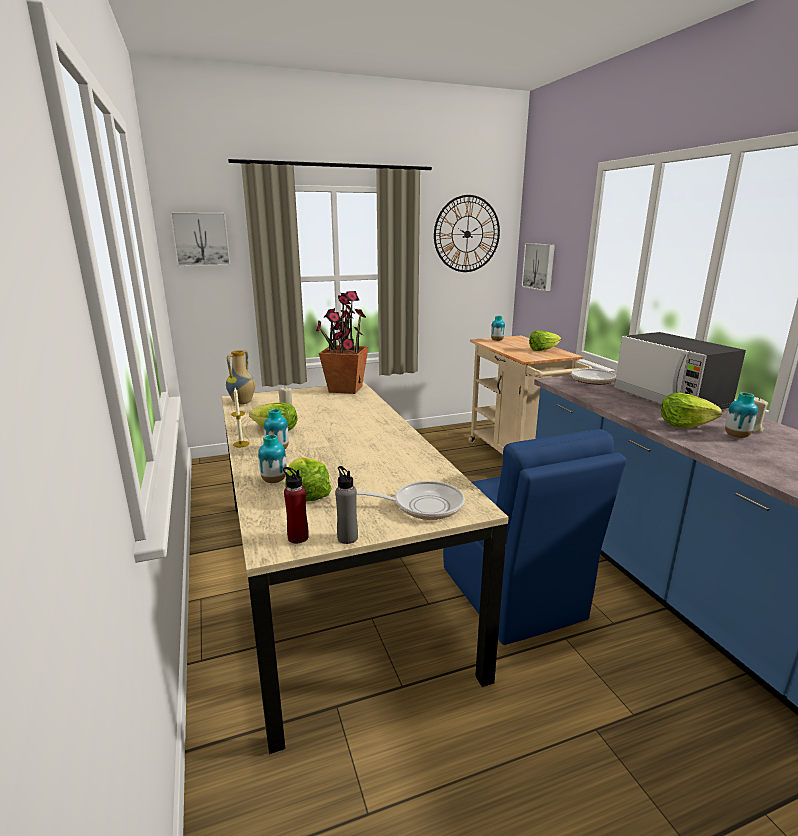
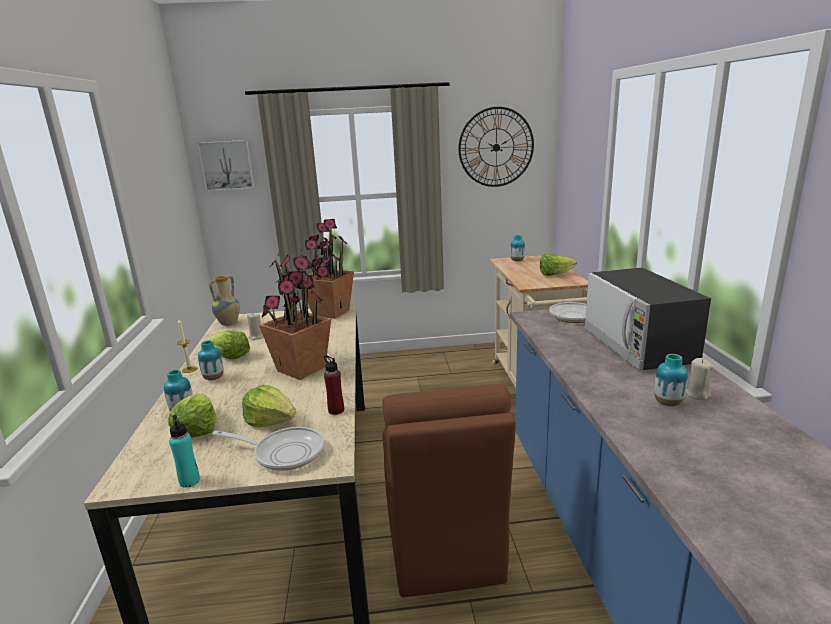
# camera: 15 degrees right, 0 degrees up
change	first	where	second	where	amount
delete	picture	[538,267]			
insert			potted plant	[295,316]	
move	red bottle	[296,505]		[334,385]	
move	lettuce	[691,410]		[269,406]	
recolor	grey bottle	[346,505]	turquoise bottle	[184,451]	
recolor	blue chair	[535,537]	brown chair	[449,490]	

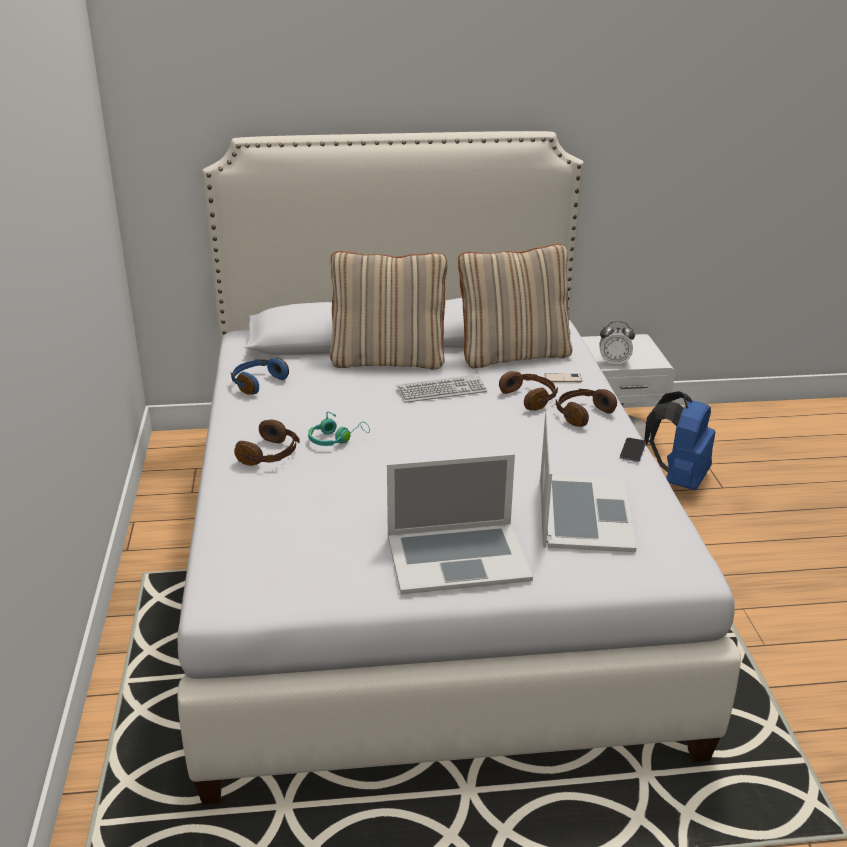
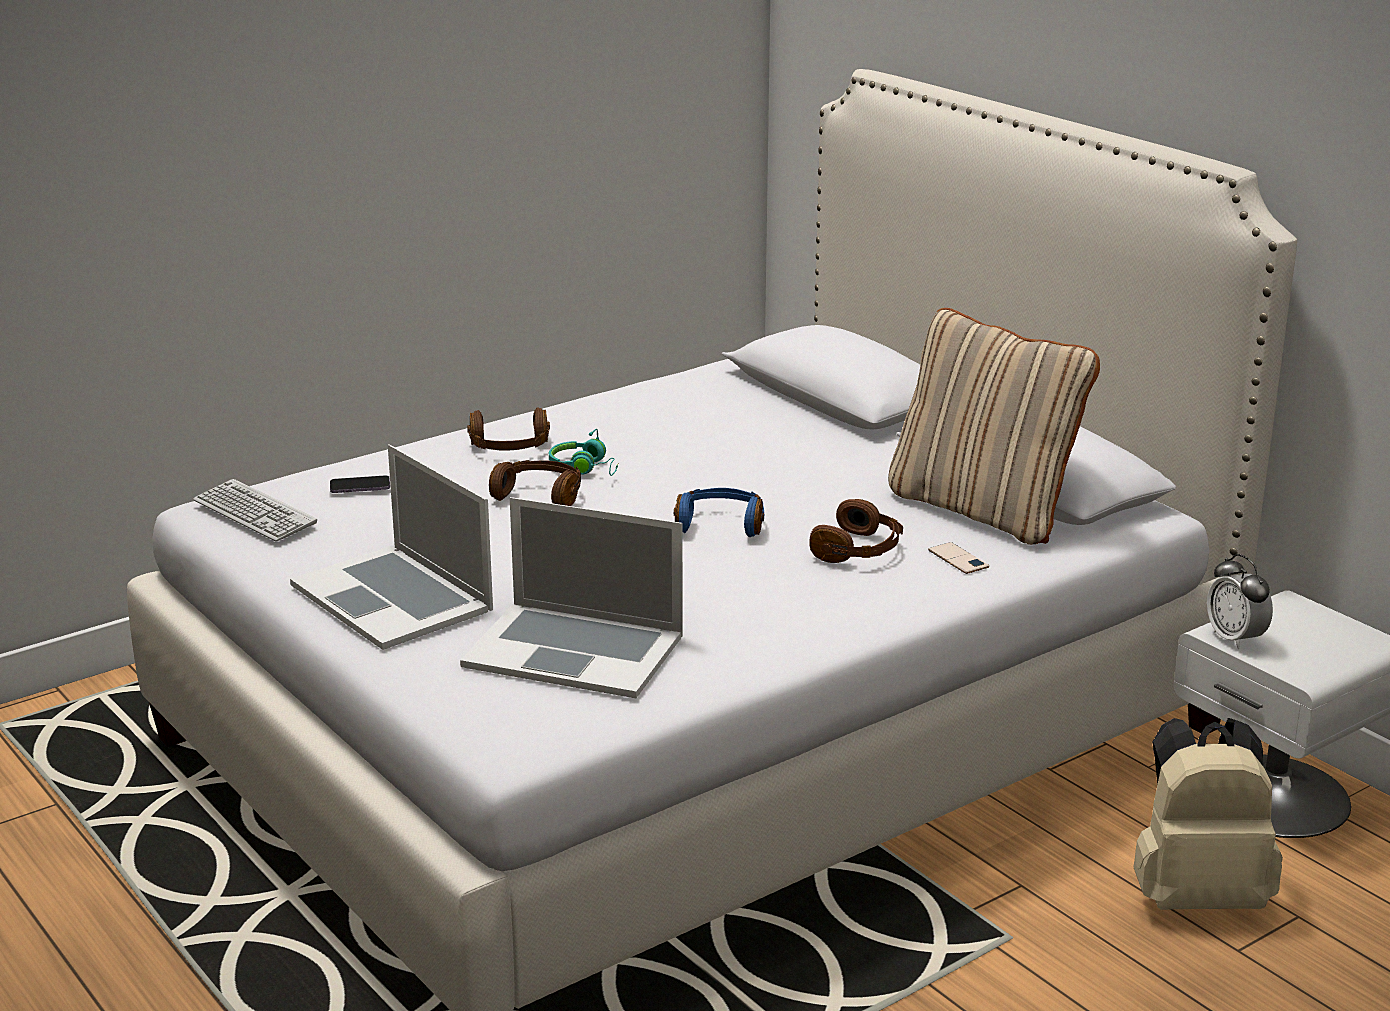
# camera: 60 degrees right, 5 degrees down
change	first	where	second	where	amount
delete	beige pillow	[388,310]			
move	blue headphones	[260,376]		[719,512]	
move	keyboard	[442,388]		[255,510]	
move	brown headphones	[586,408]		[535,483]	
move	phone	[633,450]		[360,484]	
recolor	blue backpack	[679,440]	beige backpack	[1208,814]	
rotate	laptop	[588,481]		[571,597]	45 degrees clockwise

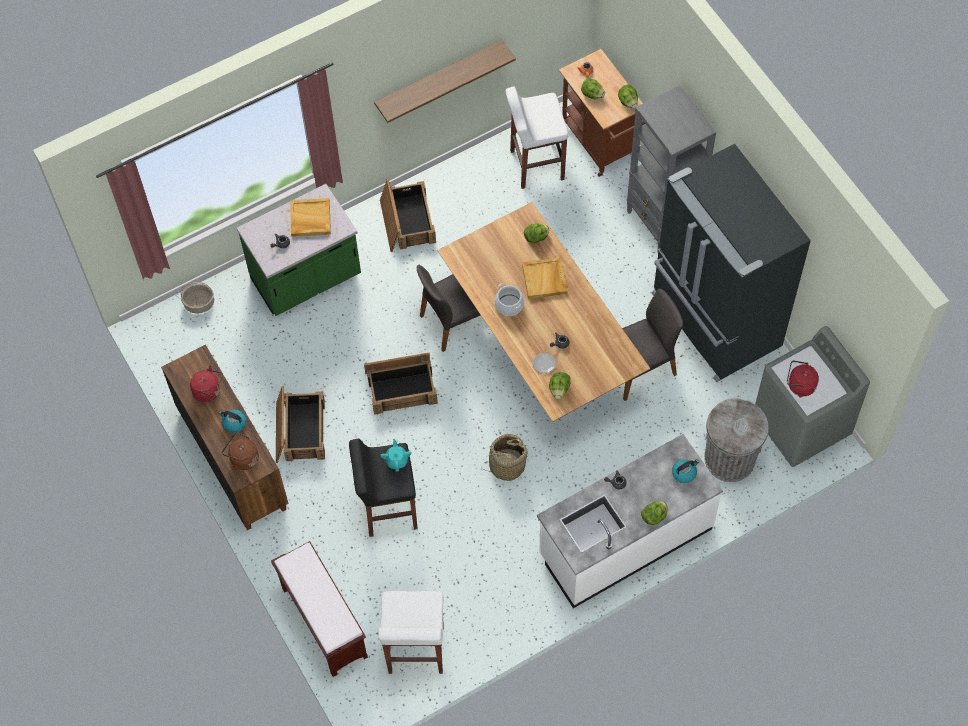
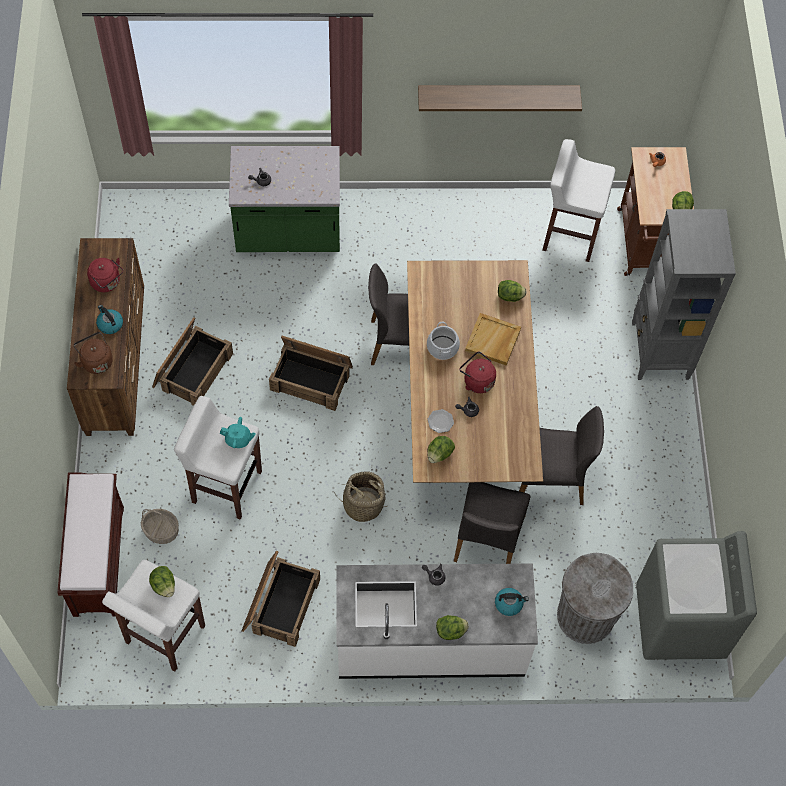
# camera: 25 degrees right, 0 degrees up
change	first	where	second	where	amount
delete	beige tray	[310,217]			
delete	black fridge	[731,263]			
insert			grey chair	[492,523]	
move	basket	[197,298]		[160,526]	
move	crate	[408,215]		[280,598]	
move	lettuce	[593,88]		[162,581]	
move	red kettle	[803,379]		[477,372]	
recolor	black stool	[383,487]	white stool	[218,458]	
rotate	turquoise teapot	[396,455]		[238,432]	75 degrees clockwise

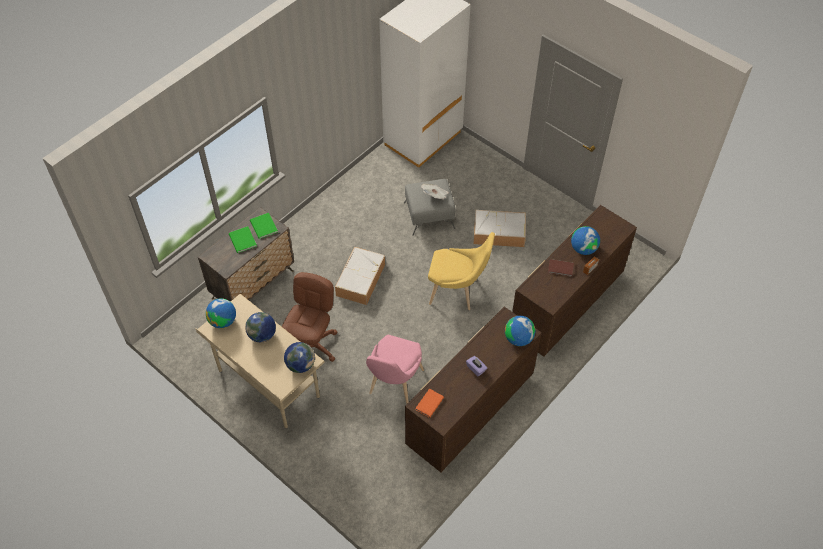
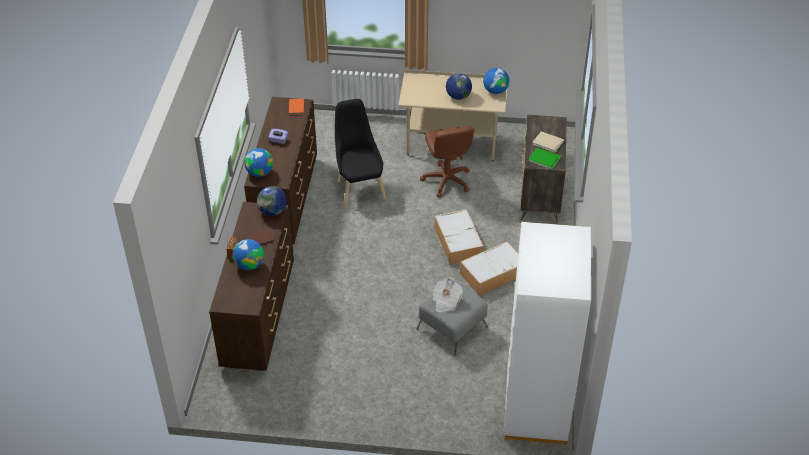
# camera: 145 degrees right, 10 degrees down
change	first	where	second	where	amount
delete	yellow chair	[461,271]			
move	globe	[299,357]		[272,201]	
move	storage box	[499,228]		[489,268]	
recolor	green book	[243,239]	beige book	[548,142]	
recolor	pink chair	[395,370]	black chair	[360,153]	

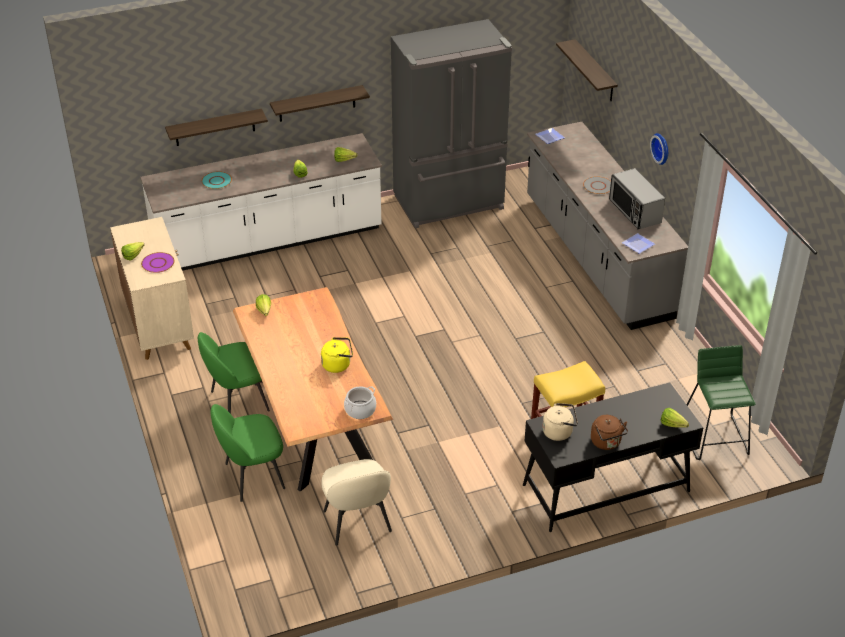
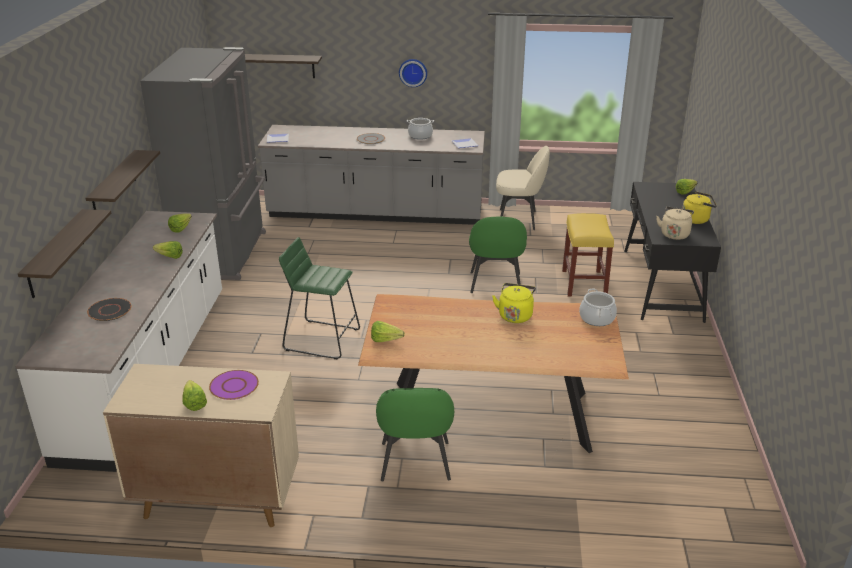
# camera: 65 degrees left, 10 degrees down
change	first	where	second	where	amount
move	green chair	[248,453]		[498,255]	
move	beige chair	[356,502]		[523,188]	
move	green stool	[720,402]		[319,298]	
replace	microwave	[637,198]	cooking pot	[420,129]	
recolor	turquoise plate	[216,180]	black plate	[109,309]	
recolor	brown kettle	[609,432]	yellow kettle	[699,208]	

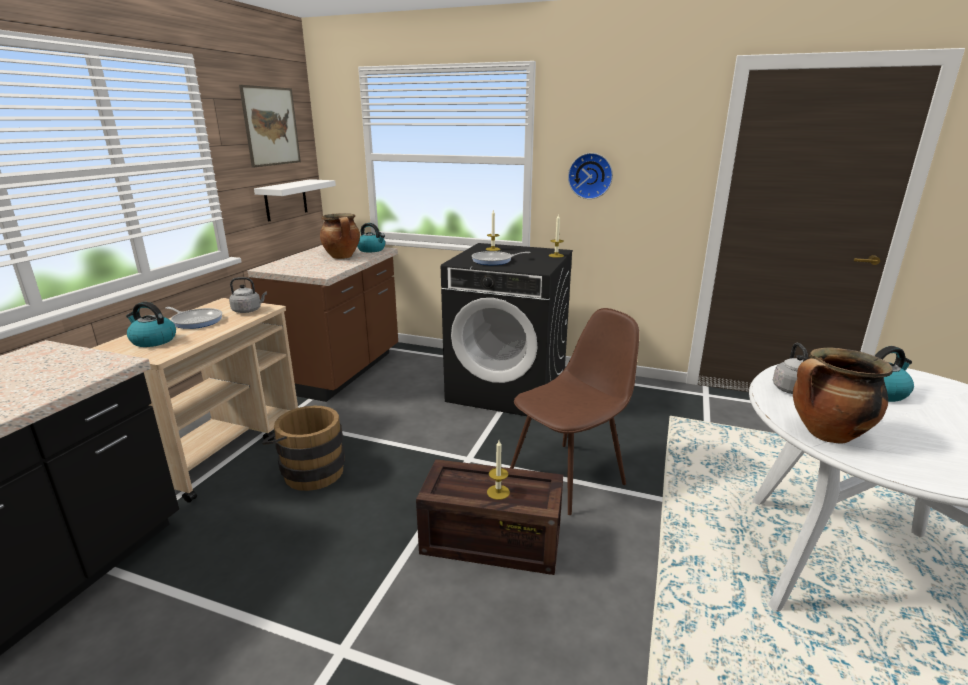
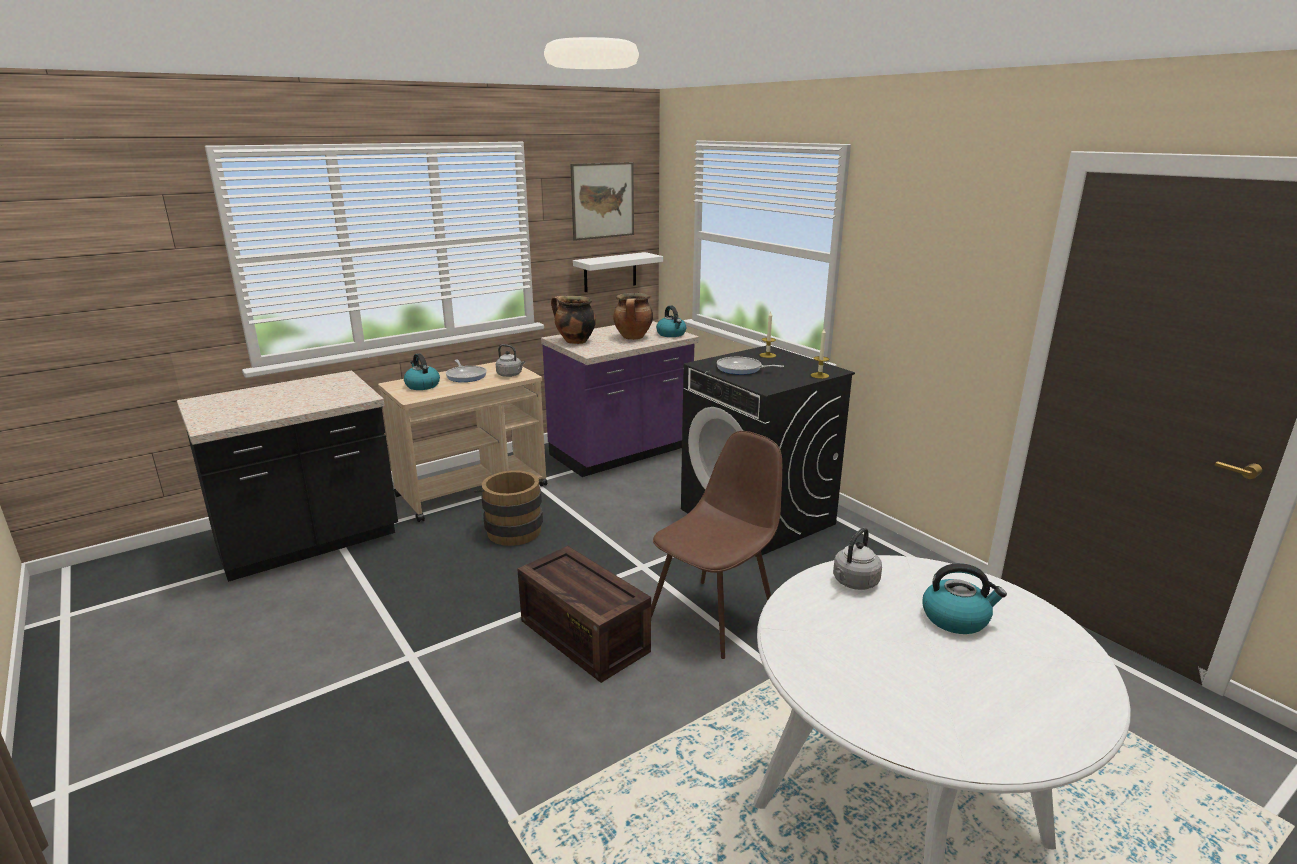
# camera: 35 degrees right, 0 degrees up
change	first	where	second	where	amount
delete	candle	[498,470]			
delete	wall clock	[590,176]			
move	cooking pot	[843,396]		[573,320]	
recolor	brown counter	[323,323]	purple counter	[620,399]	
rotate	brown chair	[574,411]		[716,545]	45 degrees counterclockwise

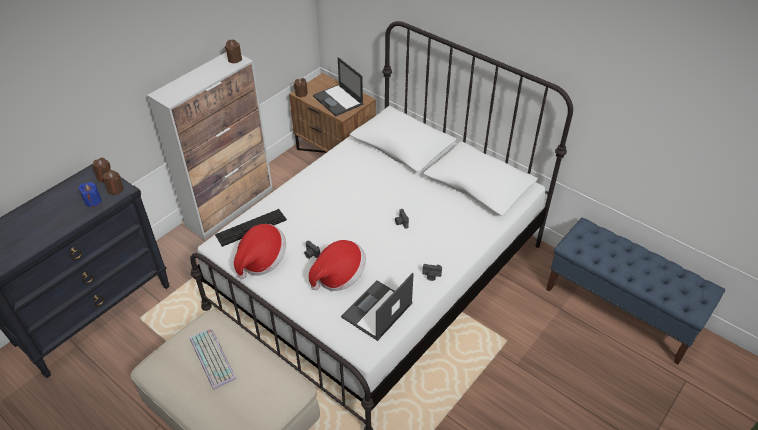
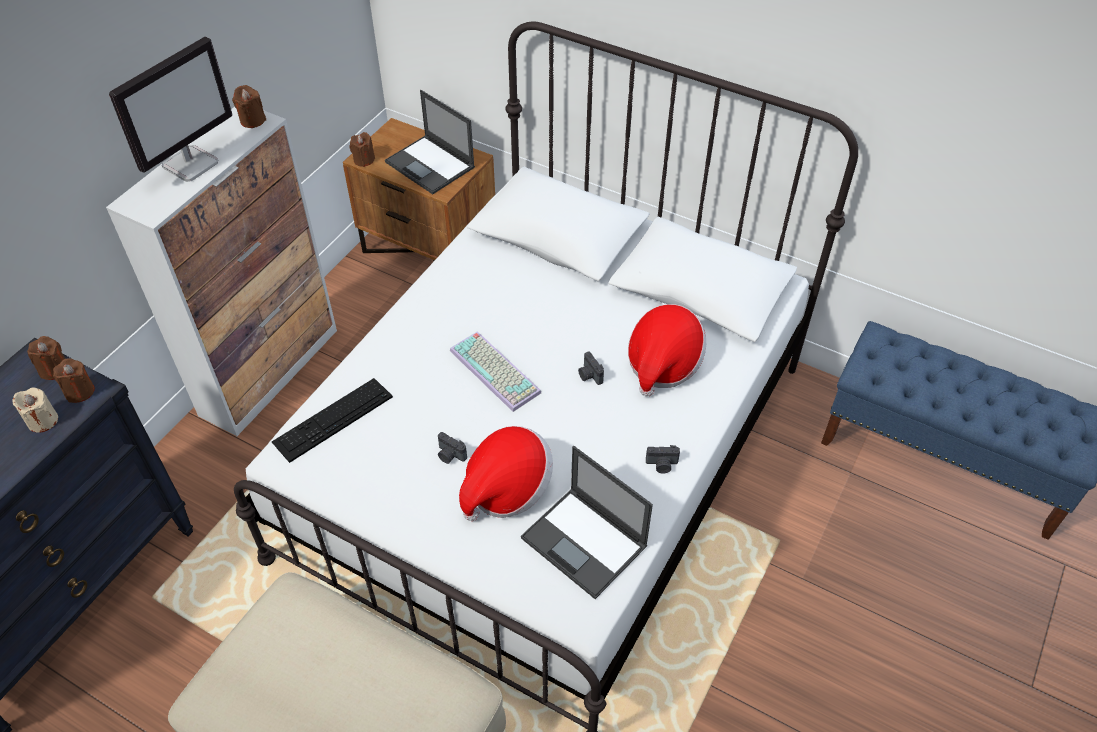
# camera: 10 degrees left, 5 degrees up
change	first	where	second	where	amount
insert			monitor	[170,109]	
move	keyboard	[213,359]		[495,371]	
move	hat	[260,251]		[667,350]	
recolor	blue candle	[90,194]	beige candle	[35,410]	
rotate	laptop	[377,307]		[587,522]	75 degrees counterclockwise

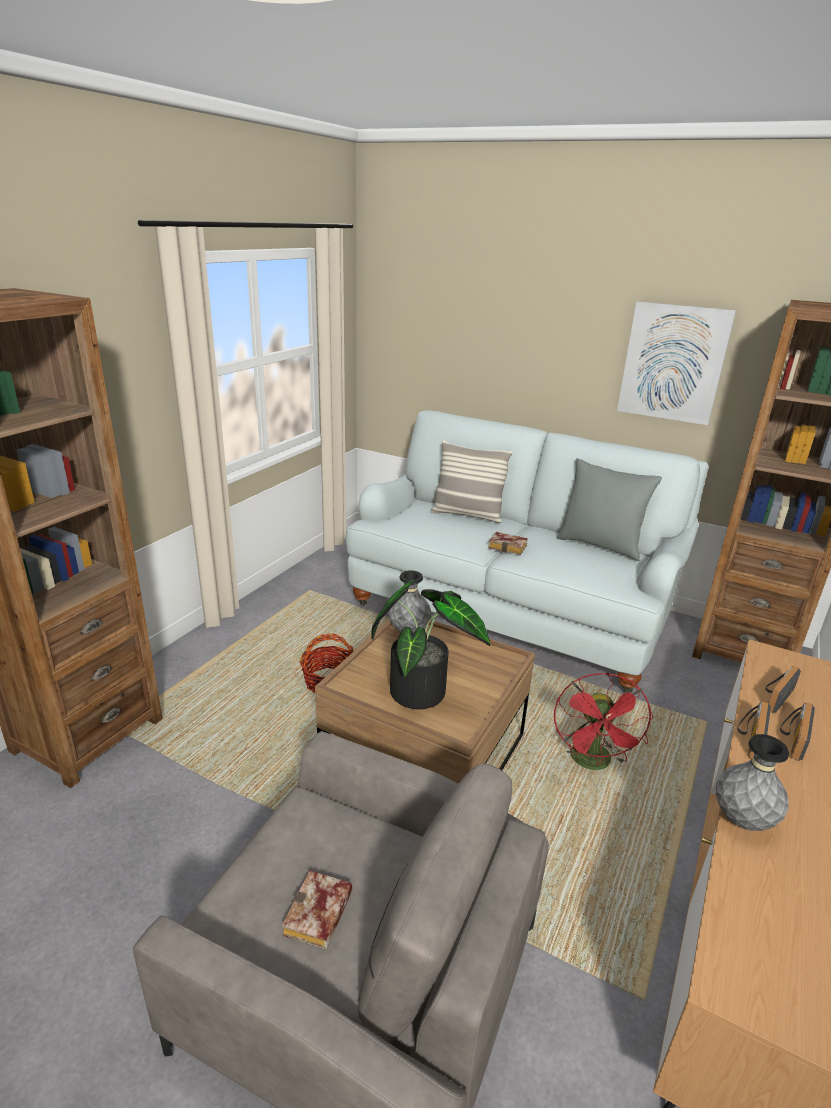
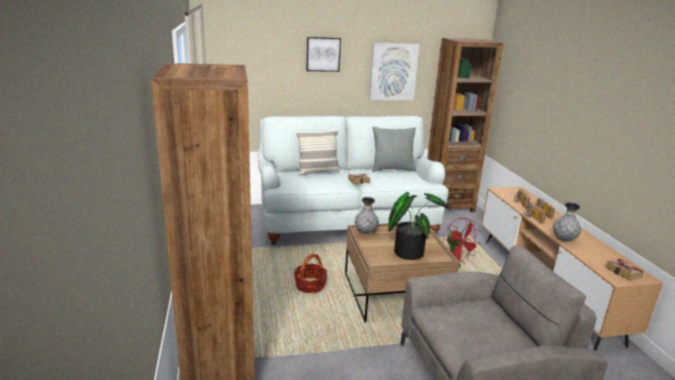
# camera: 40 degrees left, 5 degrees down
change	first	where	second	where	amount
insert			picture	[323,54]	
move	book	[317,910]		[624,269]	

